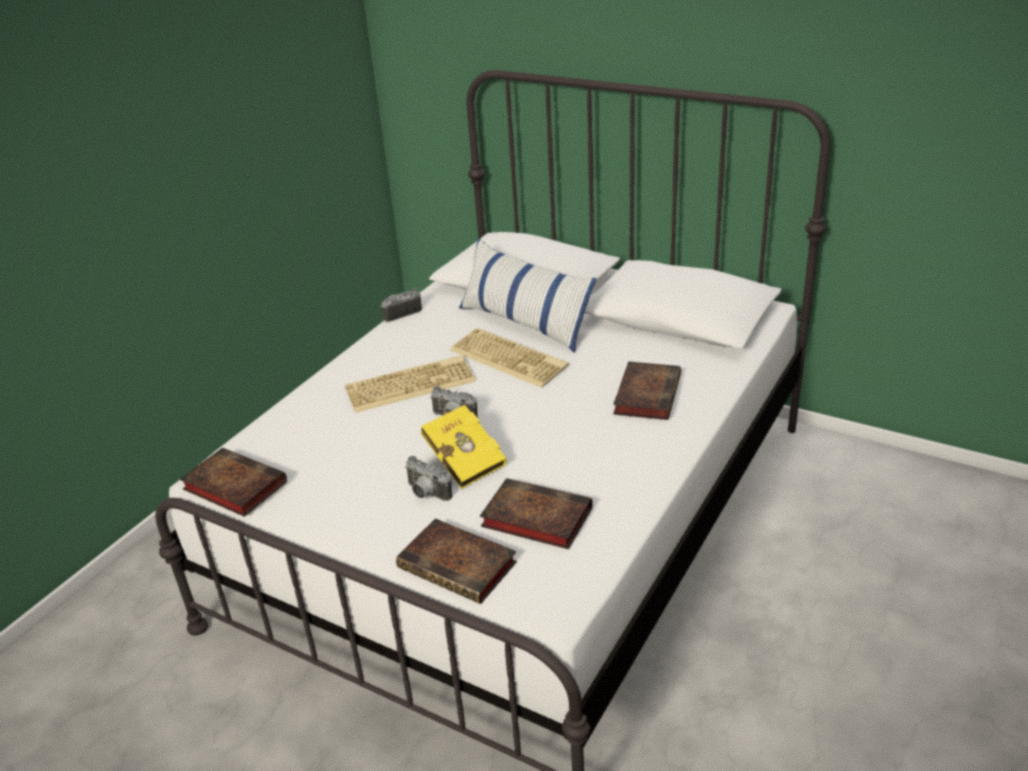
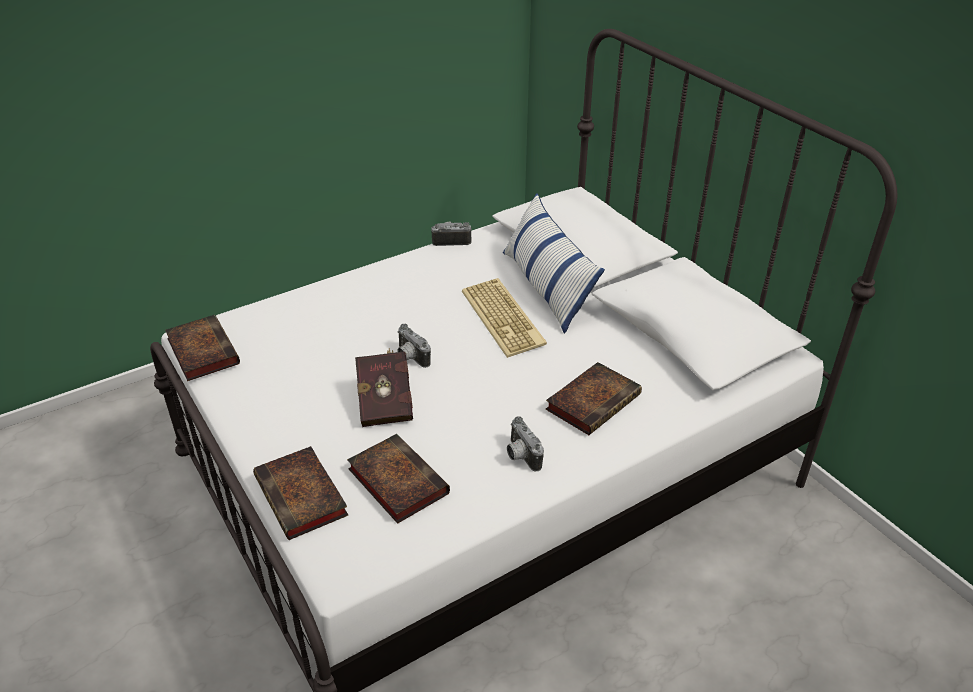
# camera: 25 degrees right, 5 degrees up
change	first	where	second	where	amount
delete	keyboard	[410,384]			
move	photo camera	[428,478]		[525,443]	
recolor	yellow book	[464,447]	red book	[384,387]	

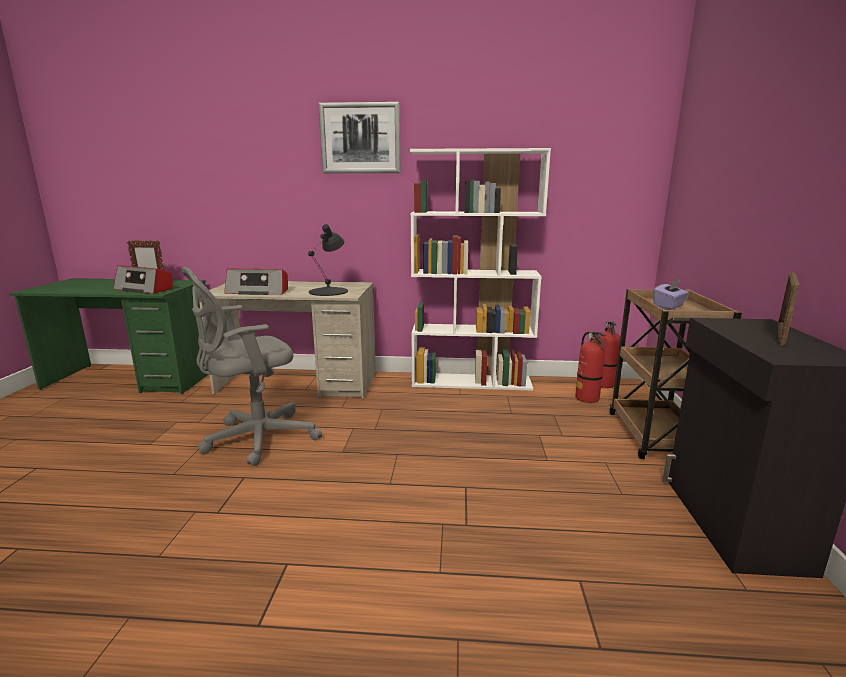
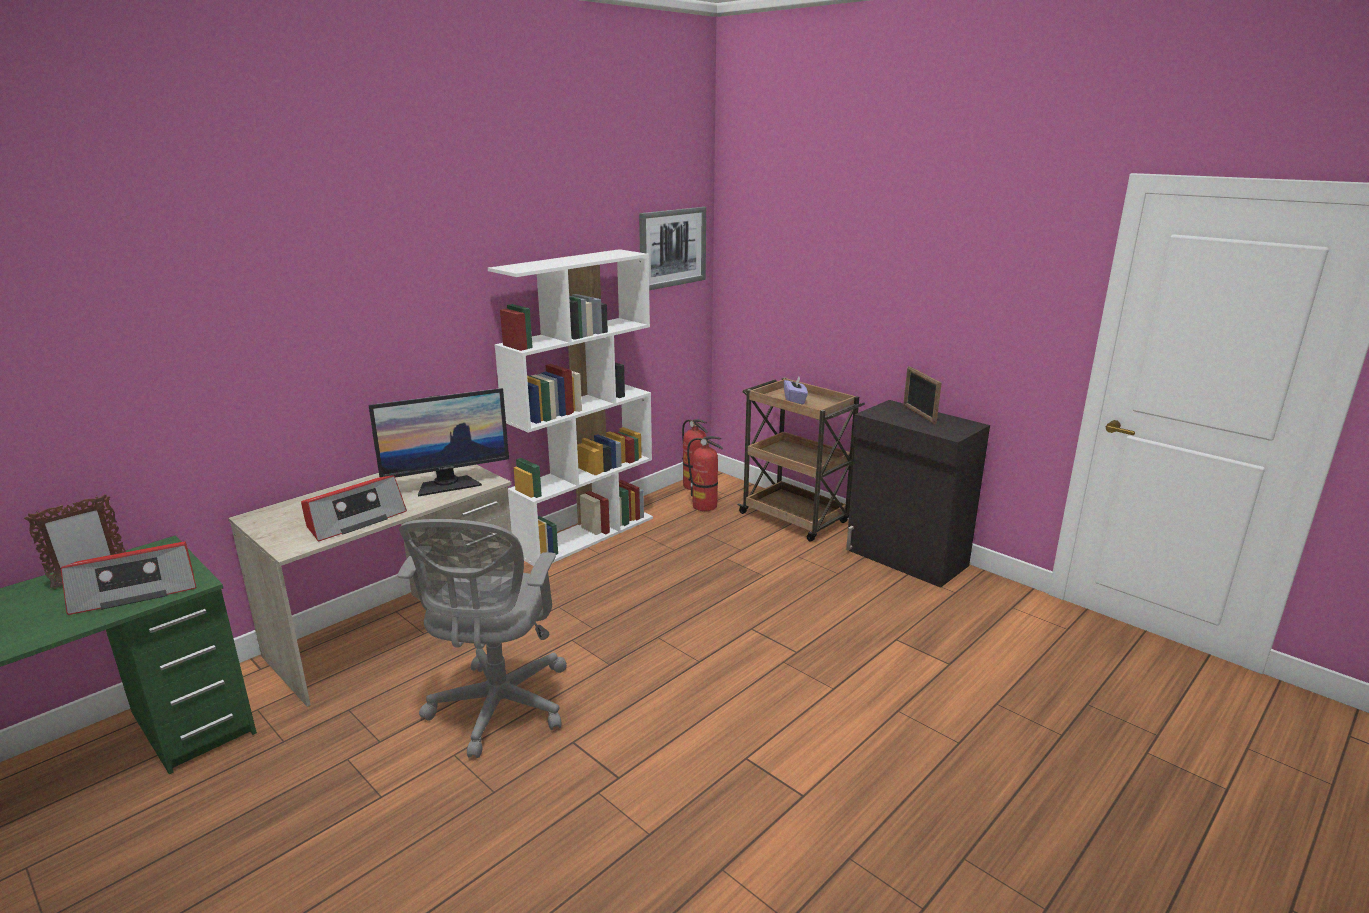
# camera: 50 degrees left, 5 degrees up
change	first	where	second	where	amount
move	picture	[359,137]		[672,248]	
replace	black table lamp	[328,260]	monitor	[439,442]	

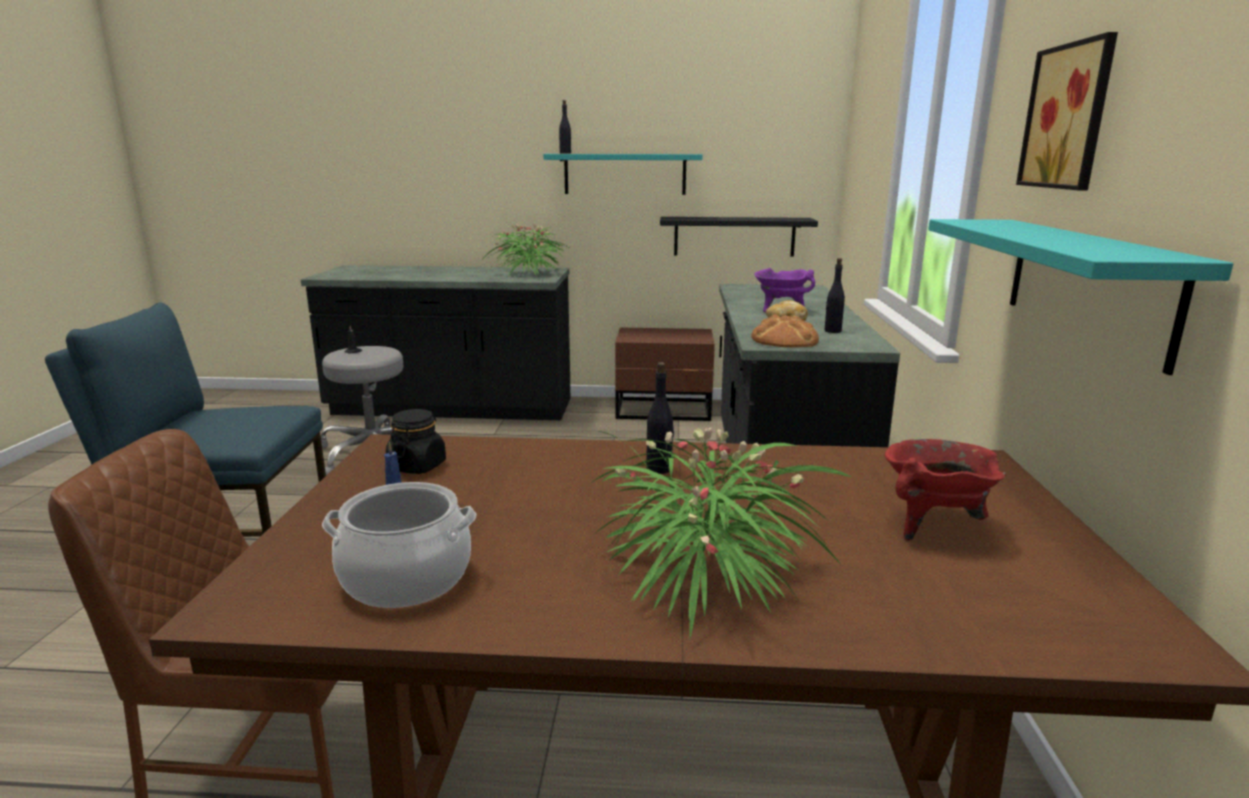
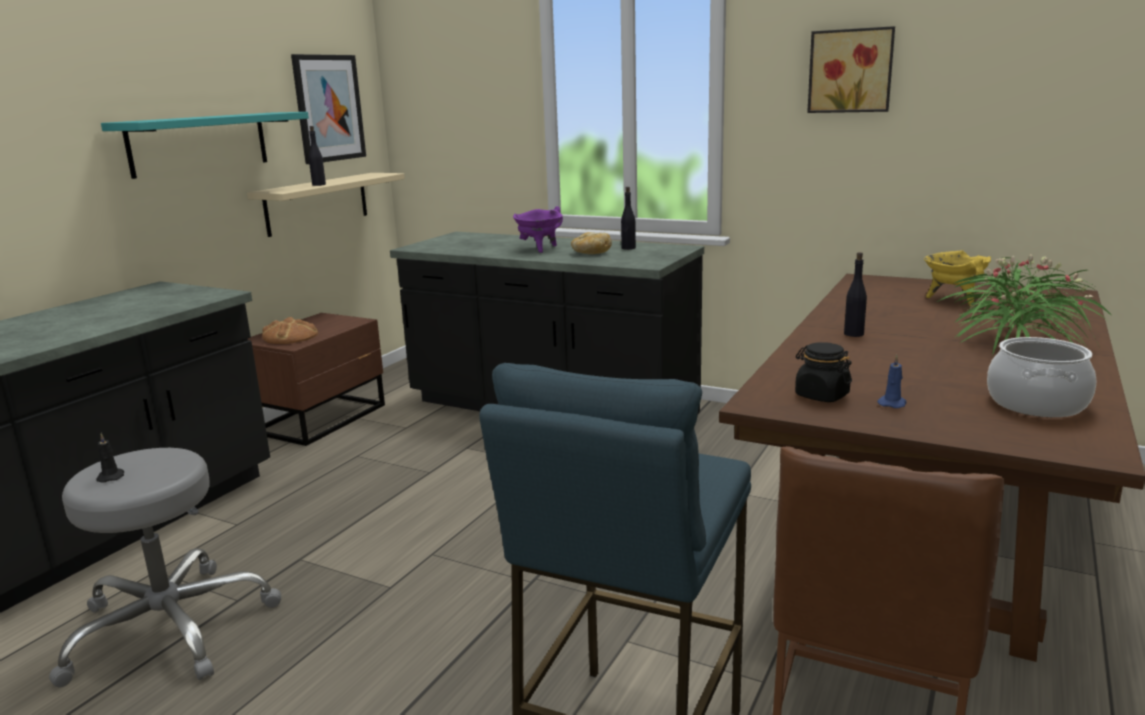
# camera: 65 degrees left, 0 degrees up
change	first	where	second	where	amount
delete	potted plant	[527,249]			
delete	turquoise shelf	[1080,297]			
insert			picture	[328,109]	
move	black bottle	[565,127]		[317,156]	
move	bread	[785,331]		[290,330]	
recolor	black shelf	[739,237]	beige shelf	[326,205]	
recolor	red cooking pot	[945,489]	yellow cooking pot	[957,278]	

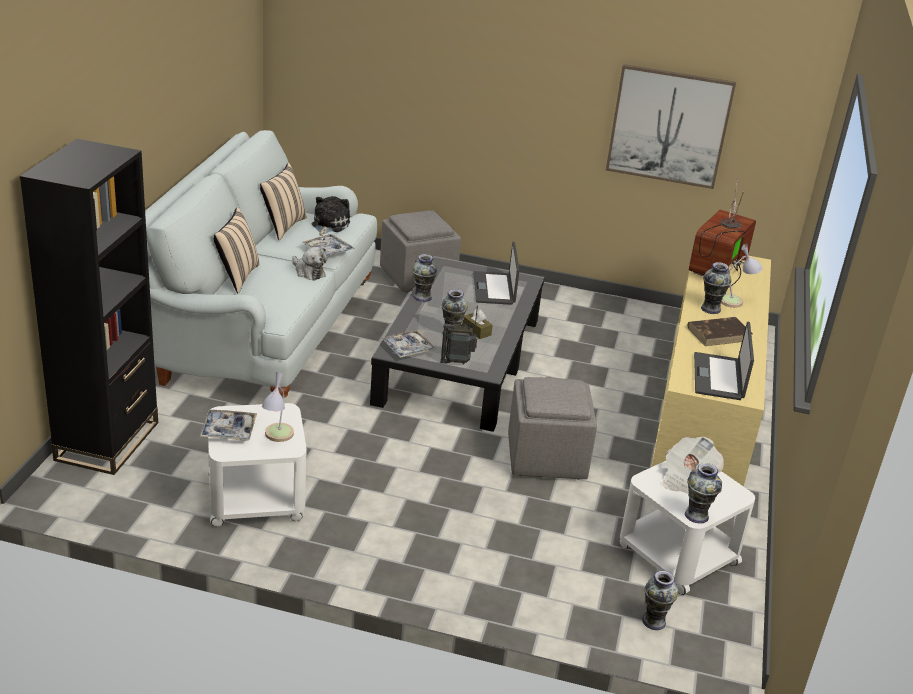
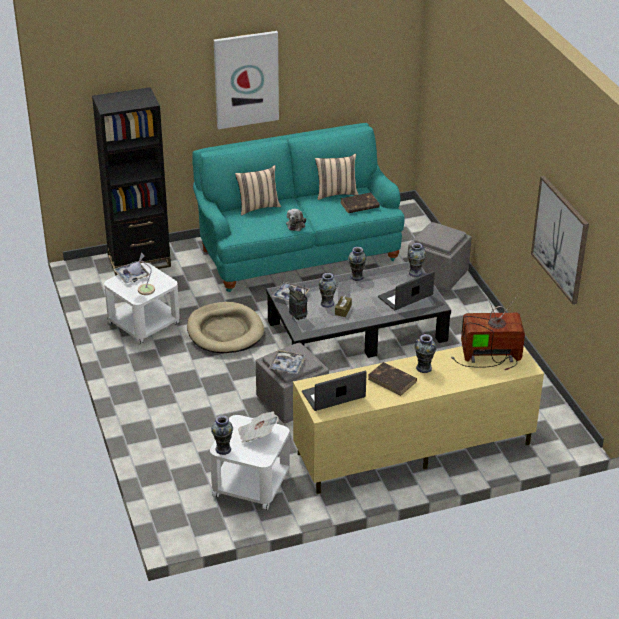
# camera: 60 degrees right, 5 degrees up
change	first	where	second	where	amount
delete	table lamp	[742,276]			
insert			beige dog bed	[225,327]	
insert			picture	[246,80]	
move	tray	[329,245]		[287,362]	
move	vase	[660,600]		[416,260]	
replace	plush toy	[331,216]	brown book	[360,202]	
recolor	white sofa	[261,264]	turquoise sofa	[298,207]	

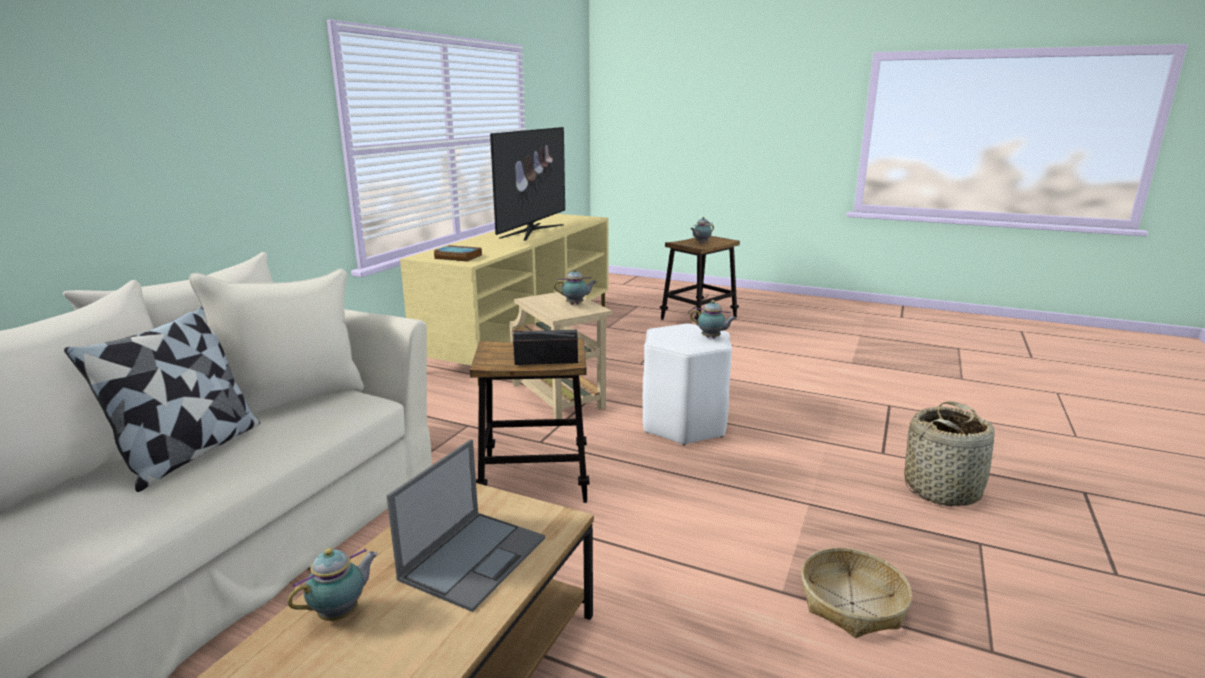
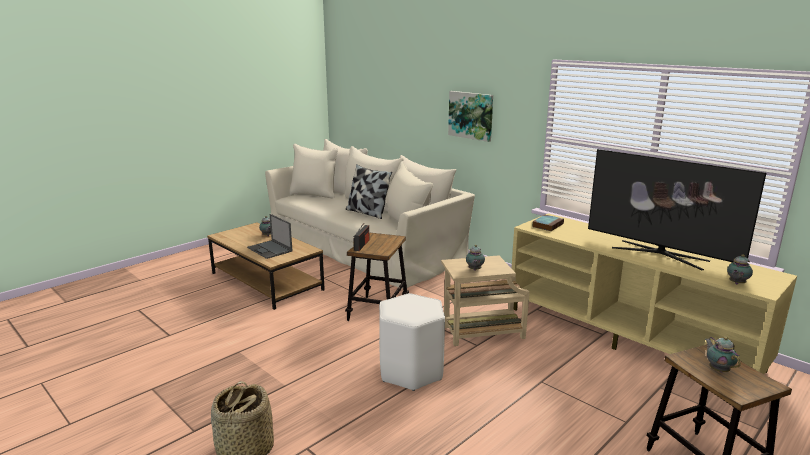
# camera: 110 degrees right, 0 degrees up
change	first	where	second	where	amount
delete	basket	[856,593]			
insert			picture	[470,116]	
move	teapot	[713,319]		[740,269]	

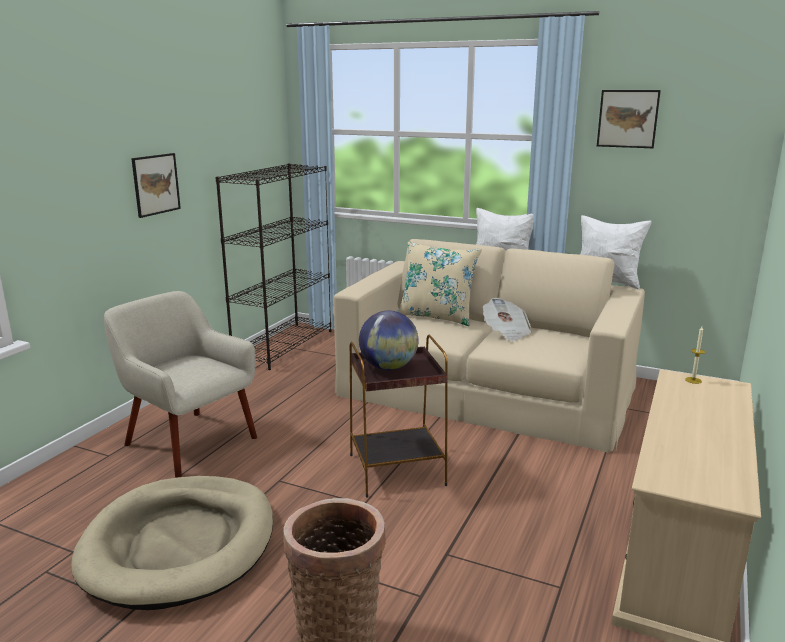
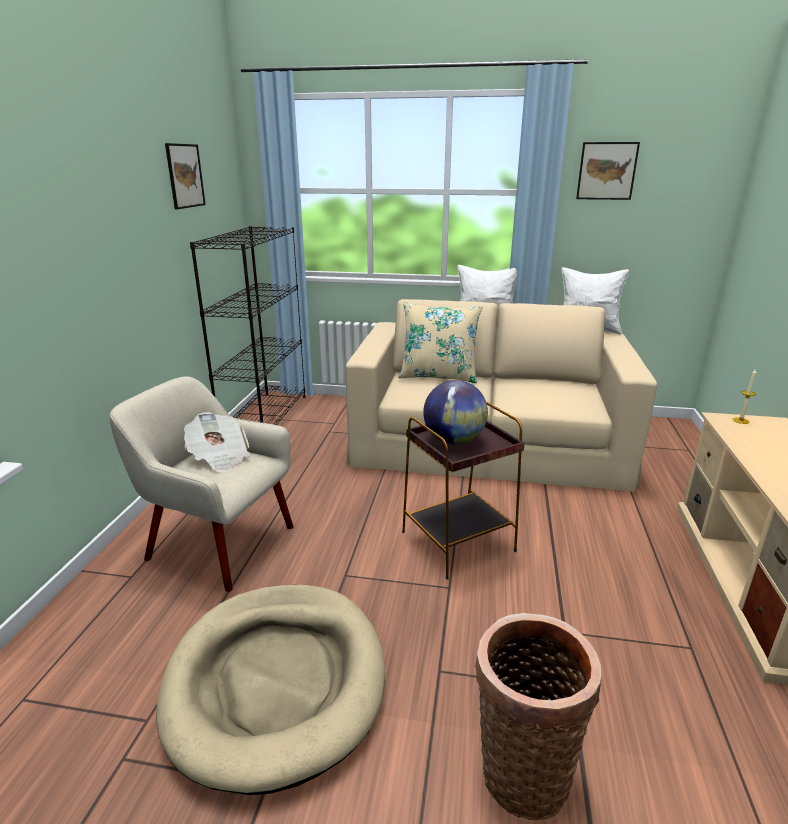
# camera: 15 degrees left, 5 degrees up
change	first	where	second	where	amount
move	picture	[156,185]		[185,176]	
move	newspaper	[507,320]		[217,442]	

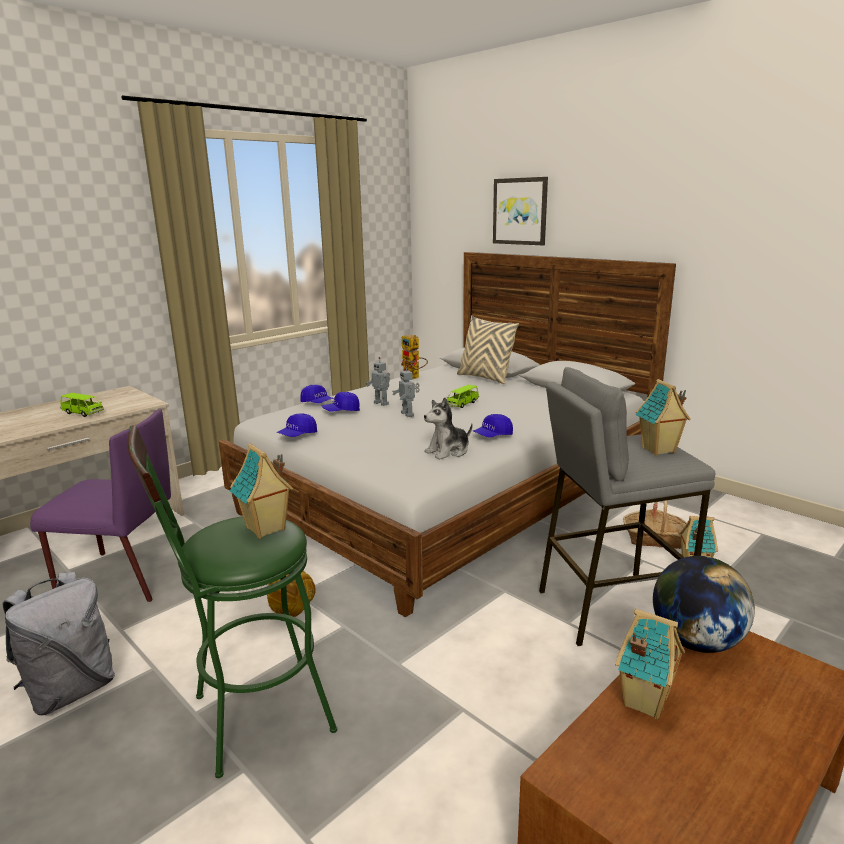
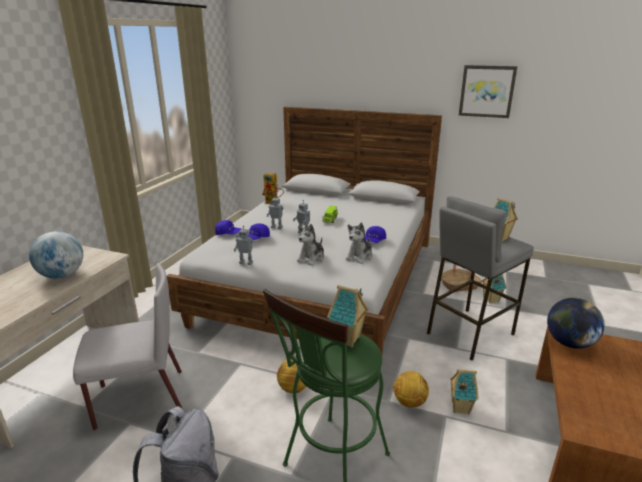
# camera: 25 degrees left, 5 degrees up
change	first	where	second	where	amount
delete	beige pillow	[488,349]			
insert			plush toy	[311,245]	
insert			football	[411,389]	
move	picture	[520,211]		[488,91]	
move	toy house	[650,664]		[464,392]	
replace	green toy car	[82,405]	globe	[56,255]	
replace	blue cap	[297,425]	toy robot	[243,245]	
recolor	purple chair	[100,505]	grey chair	[128,346]	

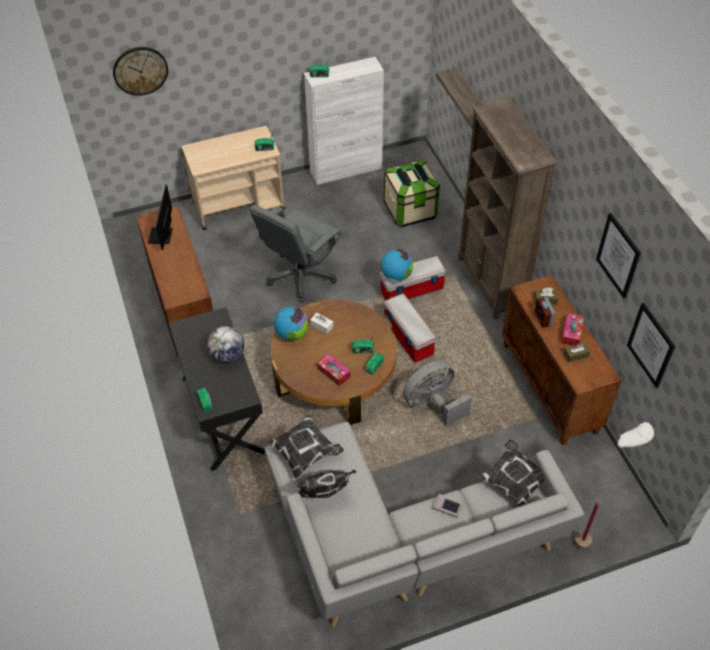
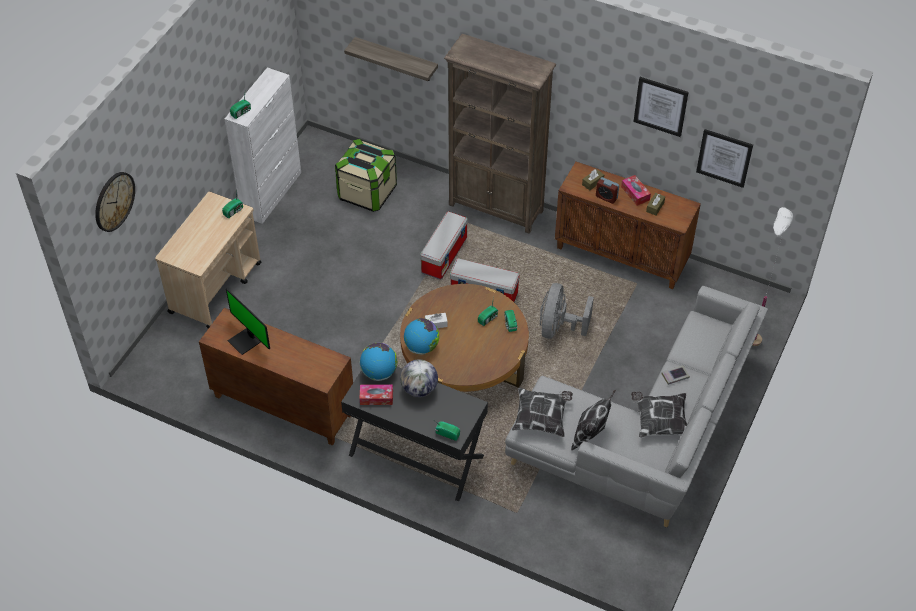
# camera: 45 degrees left, 0 degrees up
change	first	where	second	where	amount
delete	grey office chair	[296,253]			
move	tissue box	[333,370]		[376,394]	
move	globe	[397,265]		[379,362]	
move	pillow	[511,473]		[659,415]	

